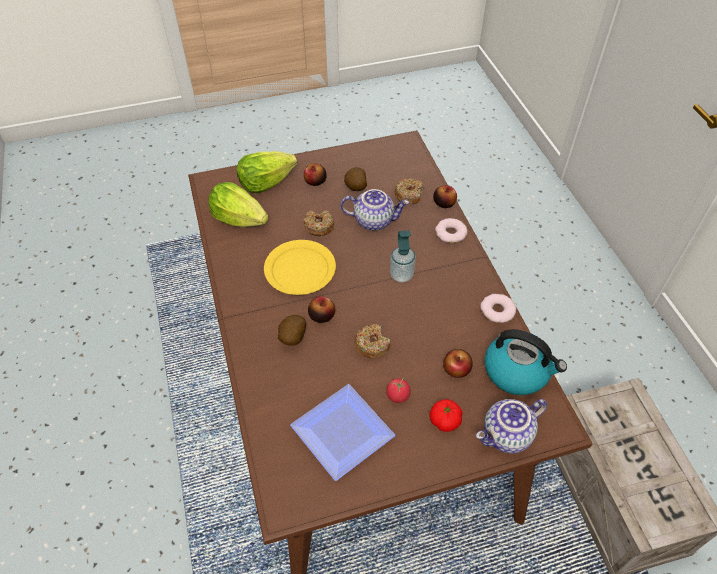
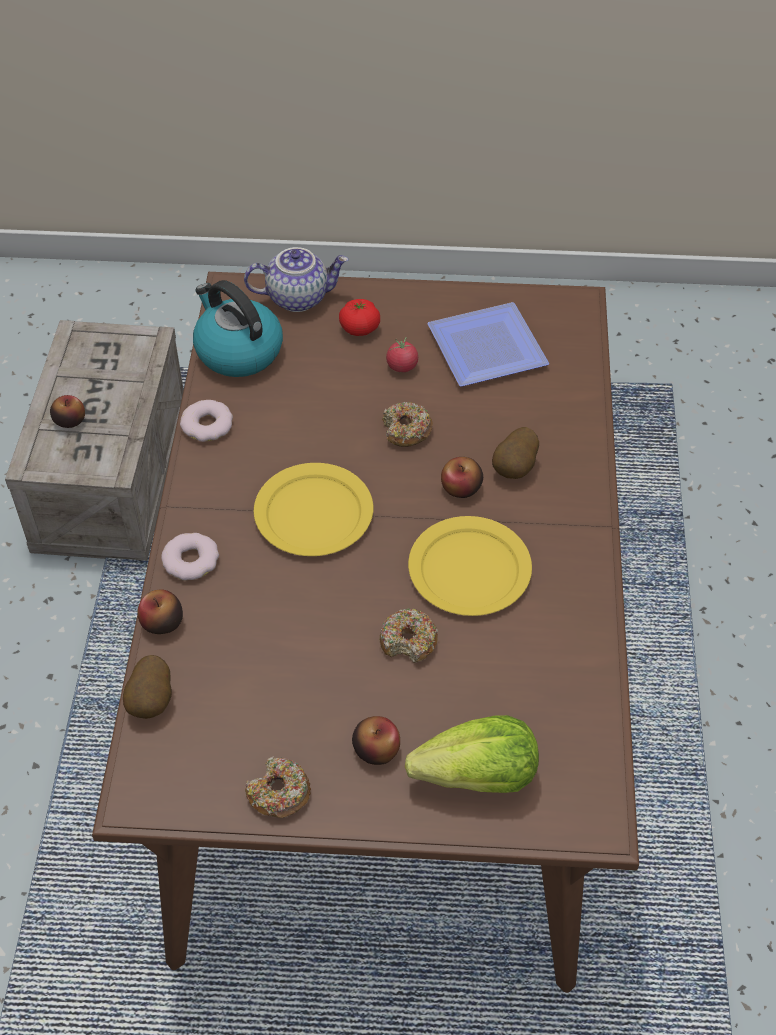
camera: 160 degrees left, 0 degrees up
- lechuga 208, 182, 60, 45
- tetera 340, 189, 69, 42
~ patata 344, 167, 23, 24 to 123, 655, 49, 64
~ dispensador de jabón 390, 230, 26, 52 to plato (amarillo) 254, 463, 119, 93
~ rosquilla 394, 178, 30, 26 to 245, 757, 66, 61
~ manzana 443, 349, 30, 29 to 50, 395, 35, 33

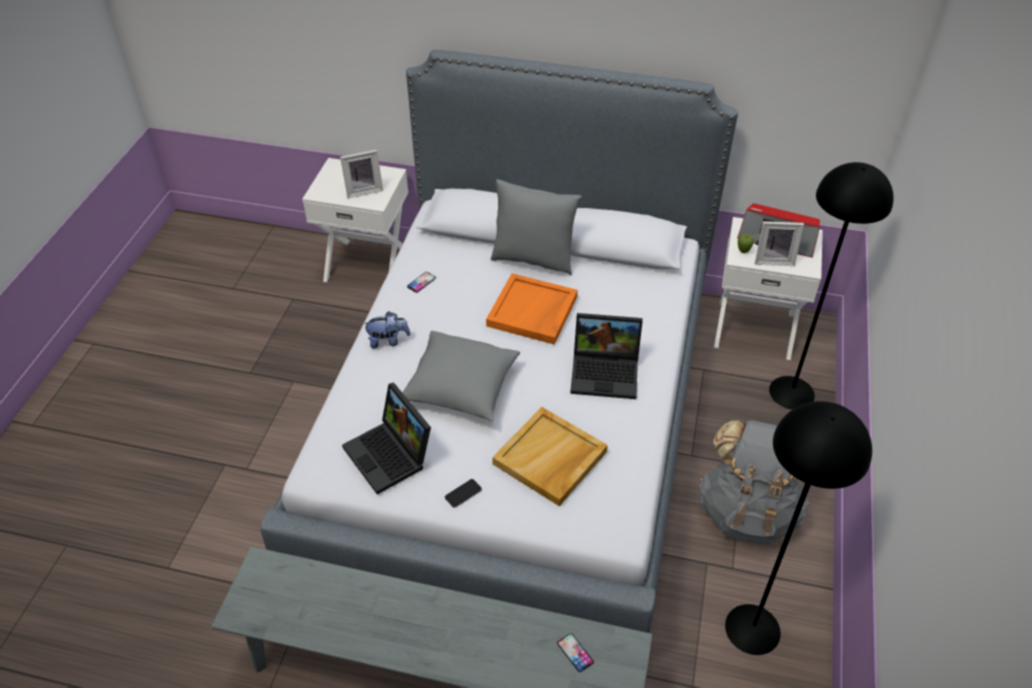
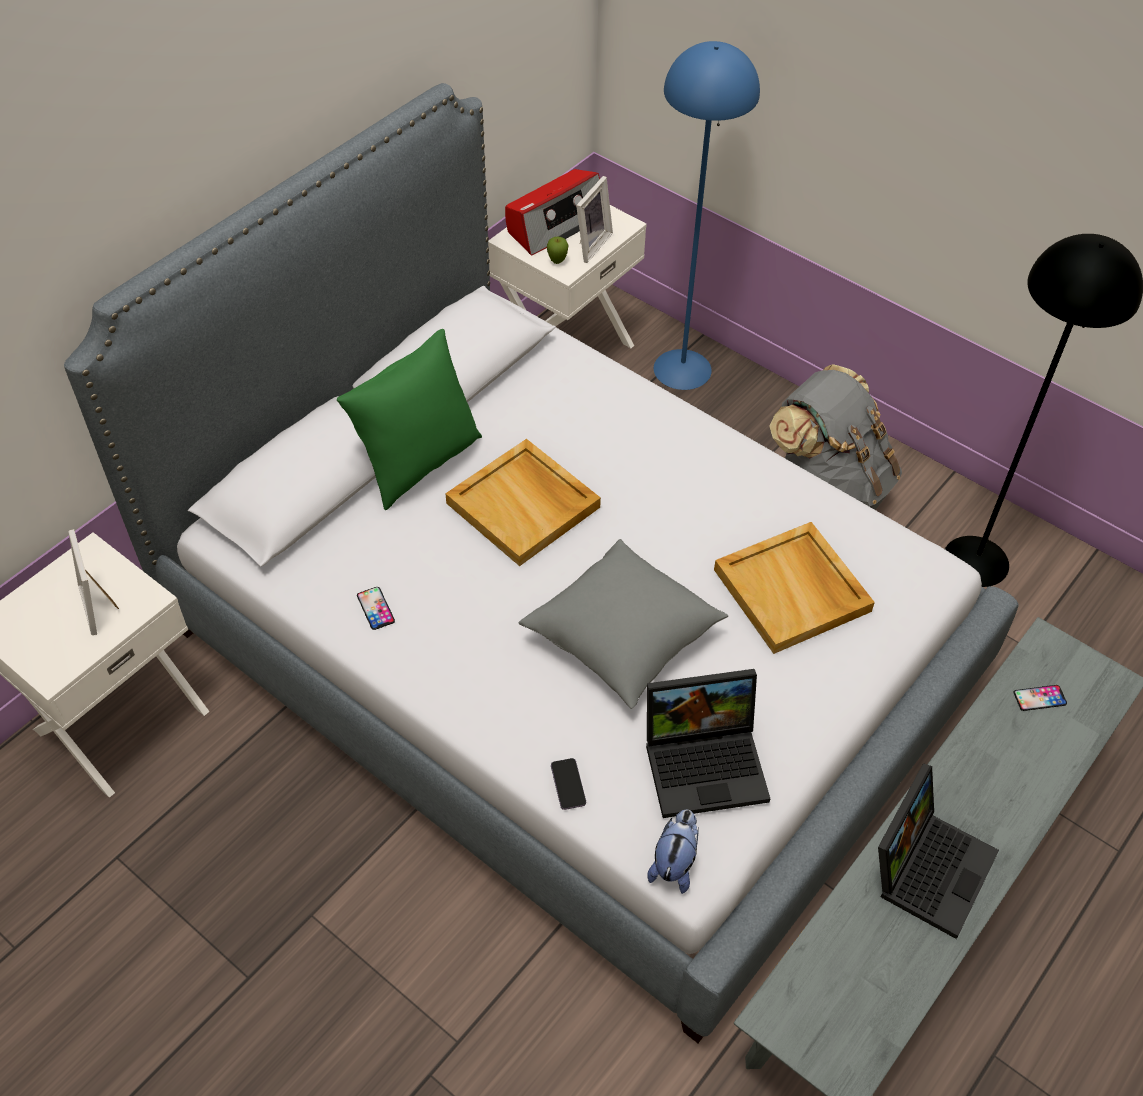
camera: 65 degrees left, 5 degrees up
~ portarretratos 340, 150, 43, 48 = 68, 529, 51, 106 150 degrees clockwise
~ peluche 362, 311, 48, 38 to 647, 809, 52, 85
~ móvil 445, 479, 37, 29 to 551, 758, 35, 52
~ bandeja (naranja) 486, 273, 92, 72 to bandeja (beis) 445, 439, 156, 127
~ cojín (gris) 491, 179, 91, 97 to cojín (verde) 337, 329, 145, 181
~ portátil 570, 313, 73, 86 to 878, 763, 121, 176
~ lámpara de pie (negro) 769, 162, 125, 248 to lámpara de pie (azul) 654, 41, 106, 349

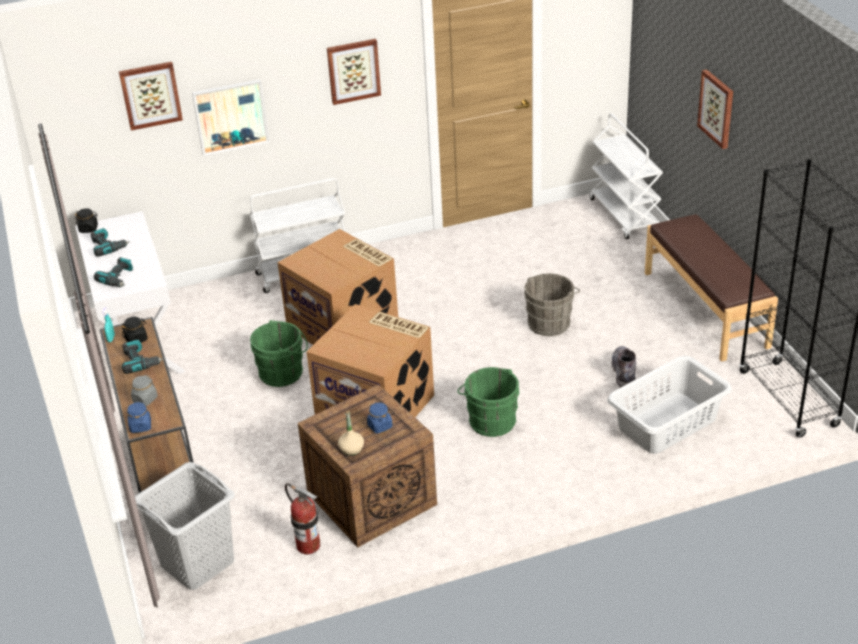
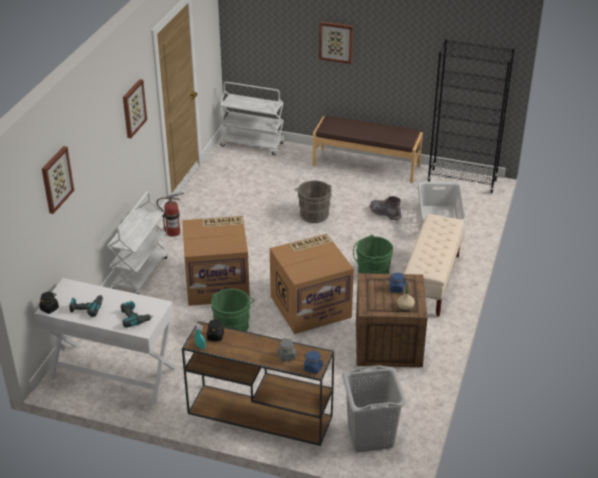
camera: 55 degrees left, 0 degrees up
- taladro 122, 340, 41, 34
- cuadro 192, 79, 78, 77
~ extintor 285, 483, 35, 72 to 156, 192, 28, 45
+ banco (beis) 404, 214, 60, 102

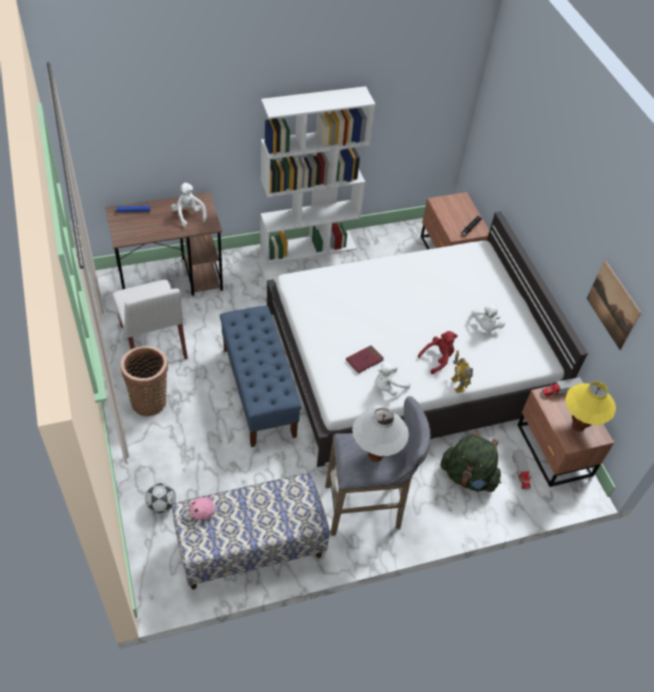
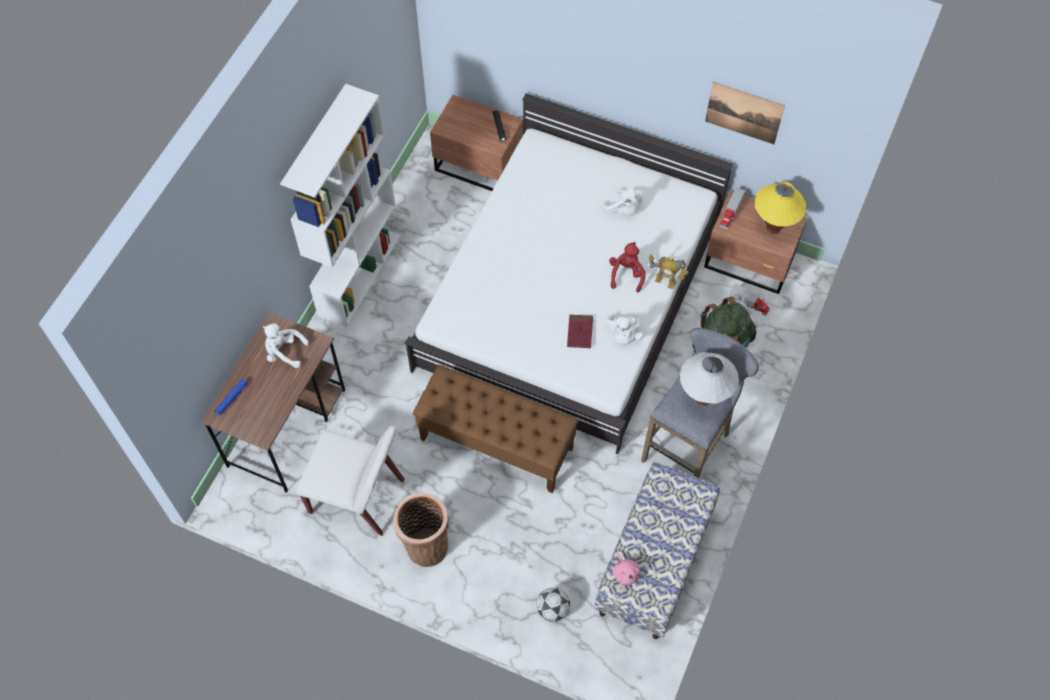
camera: 45 degrees left, 10 degrees up
~ banco (azul) 220, 306, 82, 141 to banco (marrón) 413, 365, 166, 128

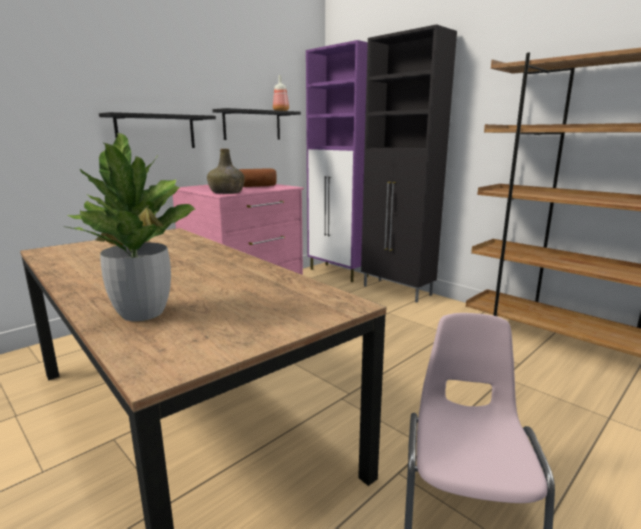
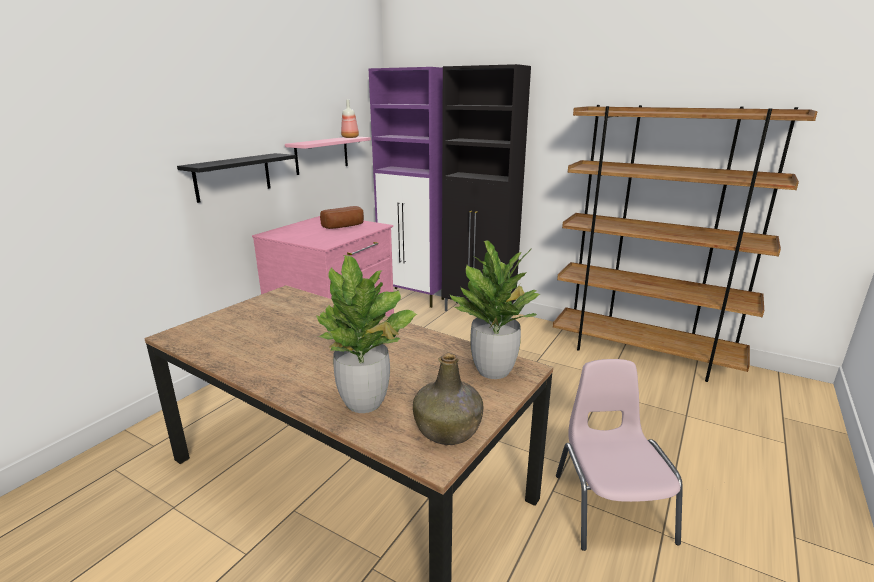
camera: 15 degrees left, 5 degrees up
~ botella (verde) 207, 149, 38, 45 to 413, 353, 70, 92
~ estante (negro) 213, 108, 88, 32 to estante (rosa) 285, 137, 86, 38
+ planta en maceta 450, 240, 91, 139

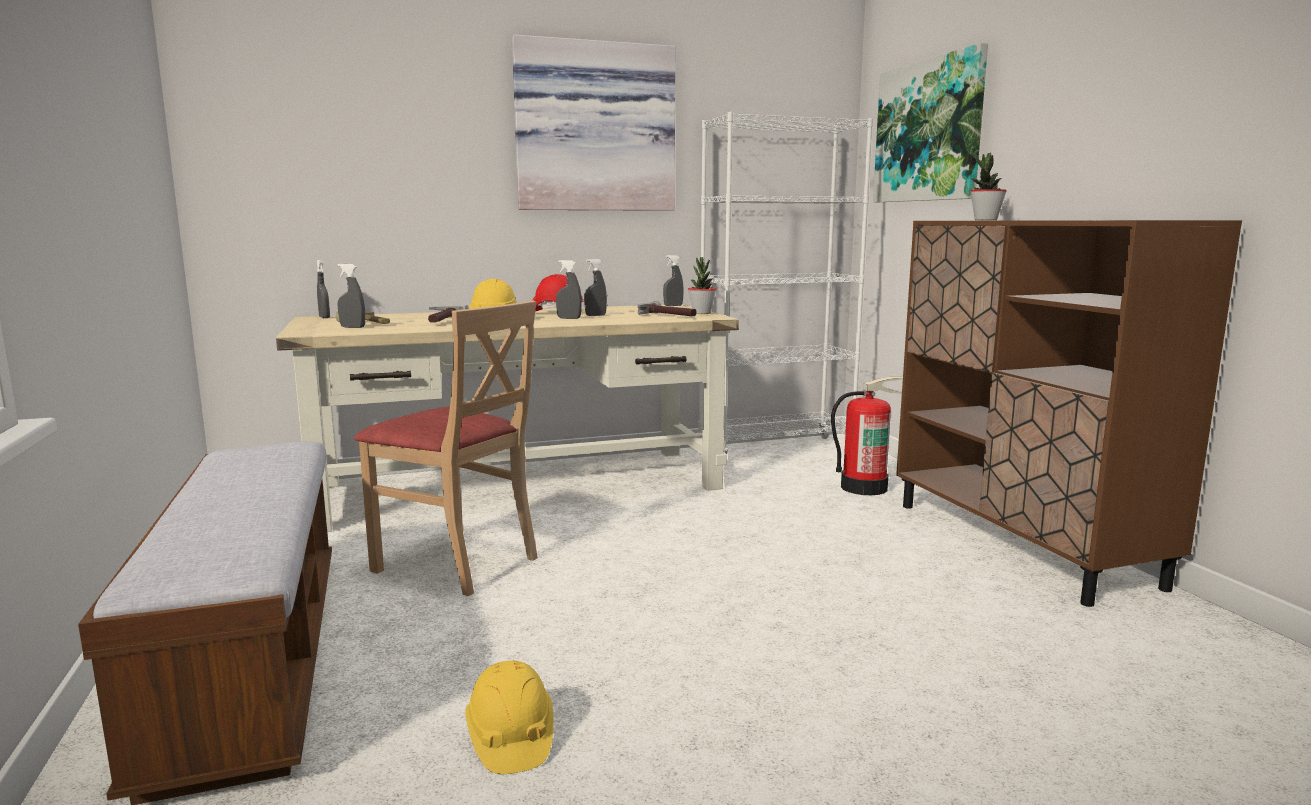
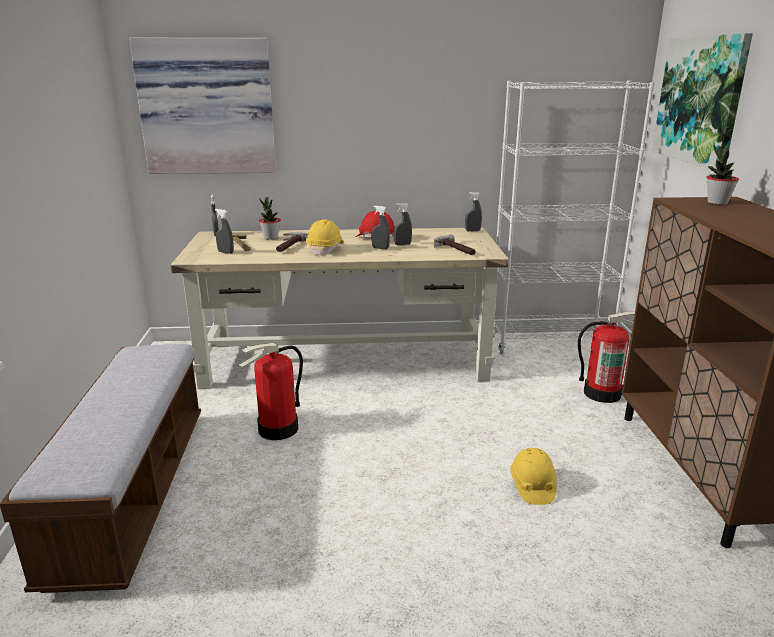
camera: 15 degrees right, 10 degrees up
~ silla (beis) 354, 301, 184, 295 to extintor 239, 343, 64, 97
~ casco (amarillo) 465, 660, 89, 114 to 510, 448, 47, 57
~ cuadro 512, 35, 163, 176 to 129, 38, 147, 136
~ planta en maceta 688, 257, 29, 57 to 259, 197, 22, 43

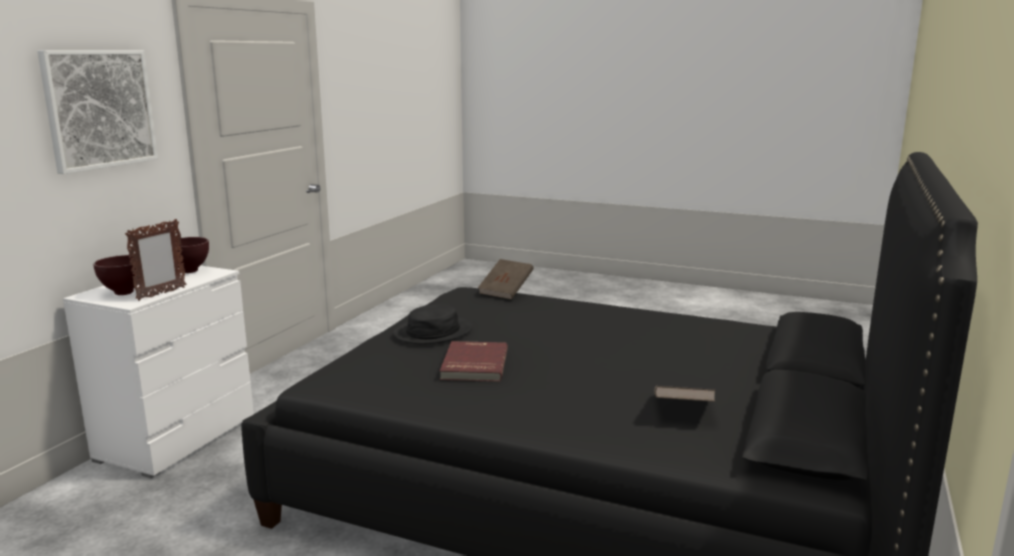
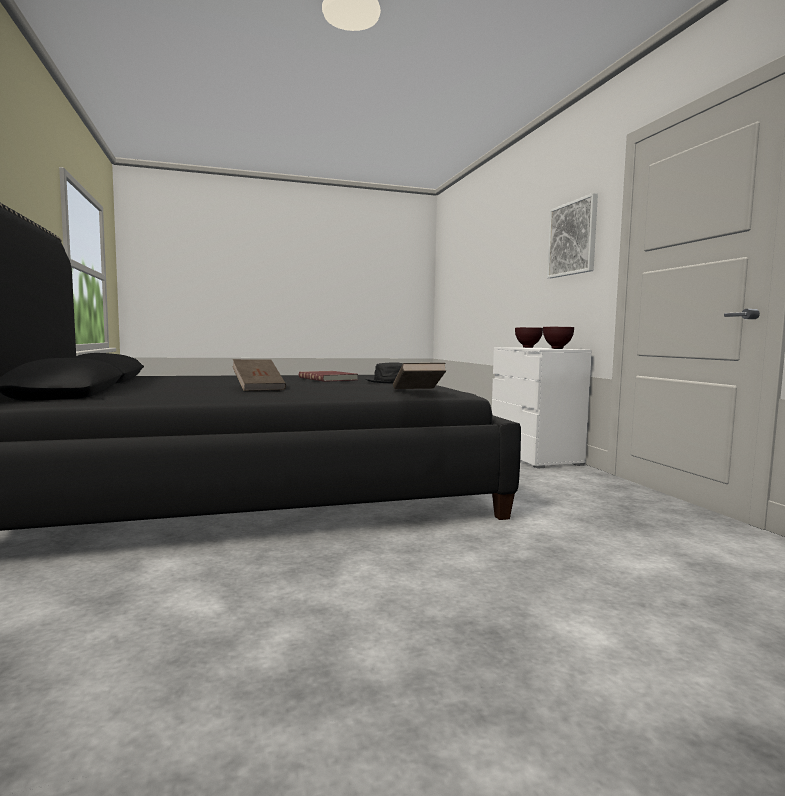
camera: 140 degrees right, 10 degrees down
- portarretratos 125, 219, 61, 82
~ libro (marrón) 654, 386, 62, 16 to 232, 359, 54, 32

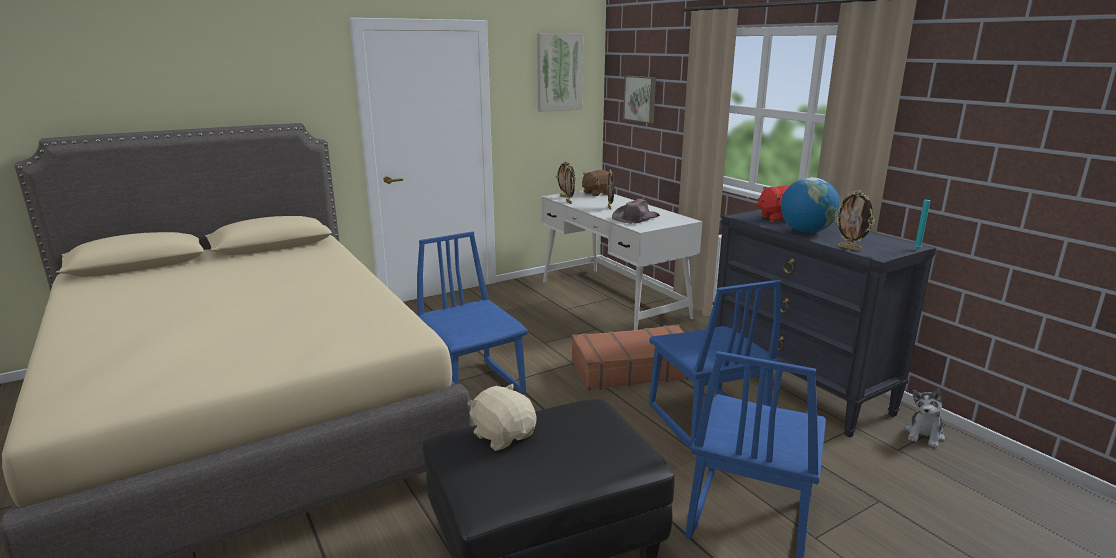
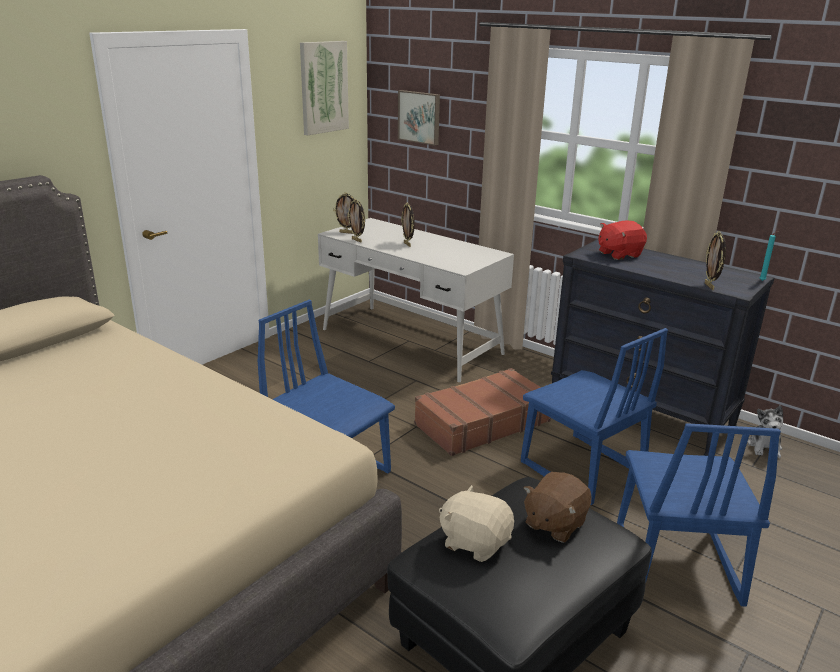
camera: 20 degrees left, 5 degrees up
~ peluche (marrón) 582, 170, 27, 26 to 524, 472, 68, 71
- sombrero (marrón) 612, 199, 48, 24
- globo terráqueo 781, 177, 59, 56
~ portarretratos 835, 190, 40, 61 = 705, 231, 21, 59 60 degrees clockwise

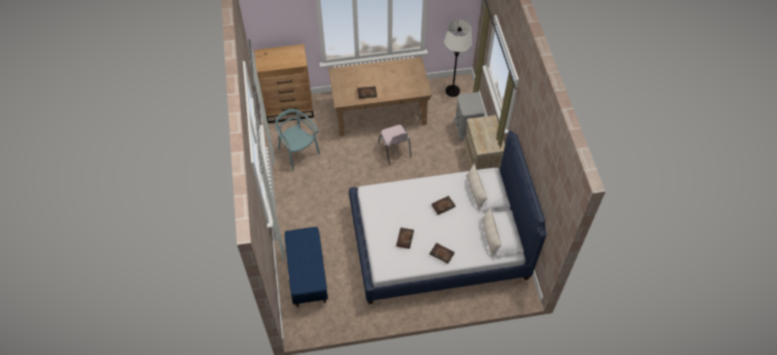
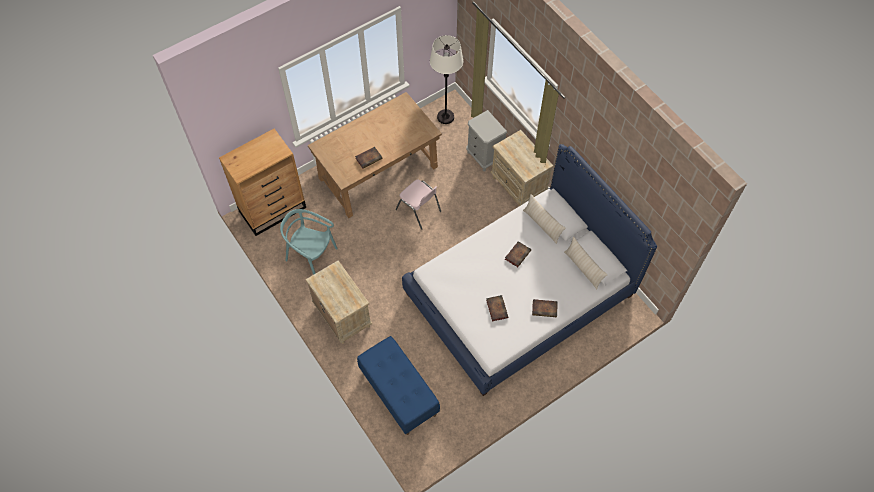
camera: 25 degrees left, 5 degrees up
+ mesita de noche (beis) 306, 261, 67, 83

